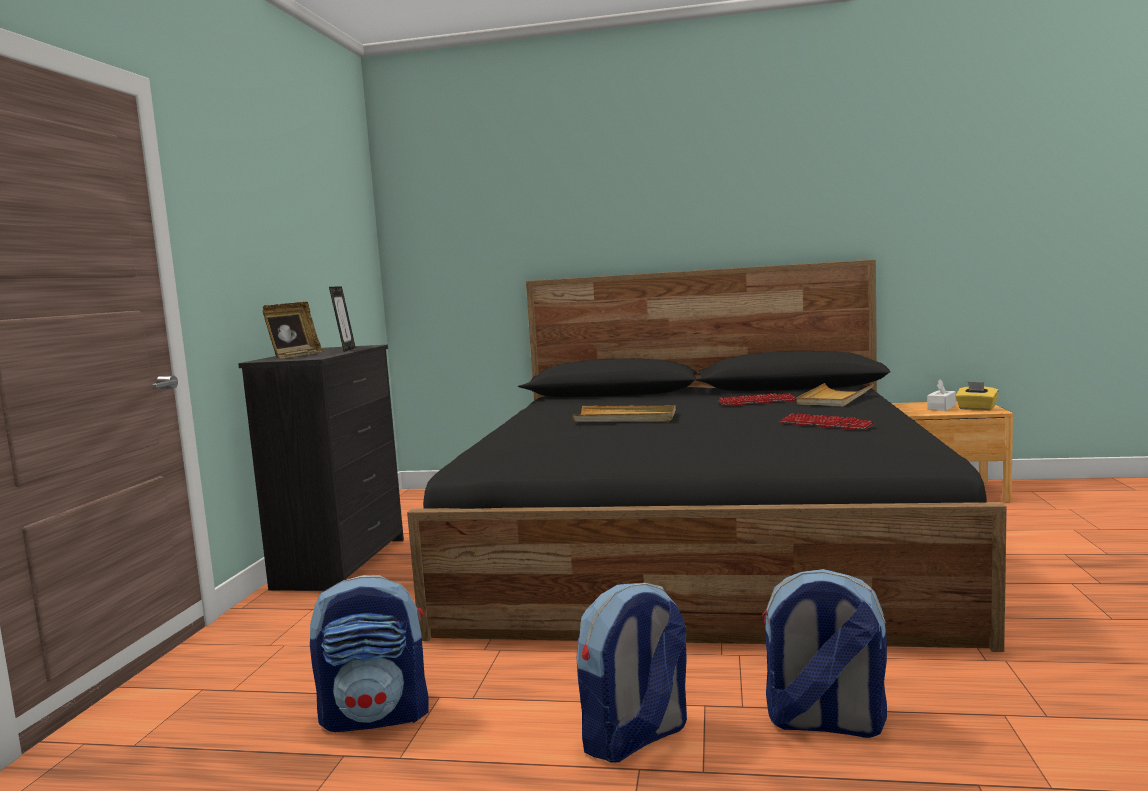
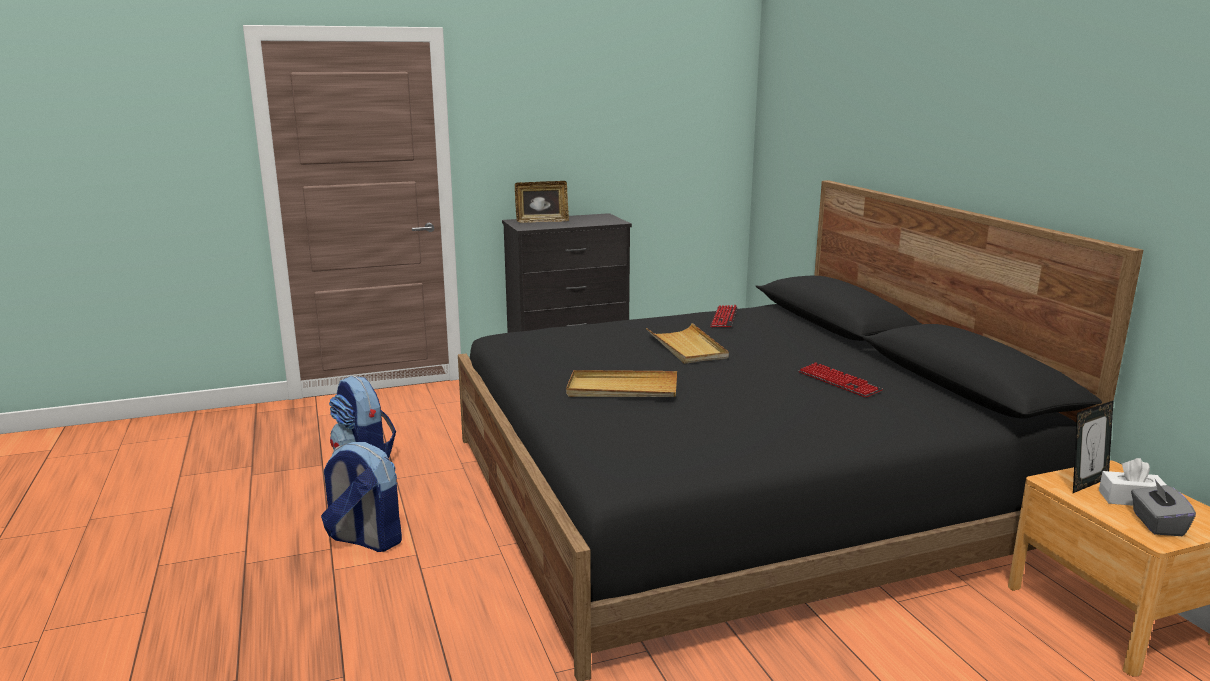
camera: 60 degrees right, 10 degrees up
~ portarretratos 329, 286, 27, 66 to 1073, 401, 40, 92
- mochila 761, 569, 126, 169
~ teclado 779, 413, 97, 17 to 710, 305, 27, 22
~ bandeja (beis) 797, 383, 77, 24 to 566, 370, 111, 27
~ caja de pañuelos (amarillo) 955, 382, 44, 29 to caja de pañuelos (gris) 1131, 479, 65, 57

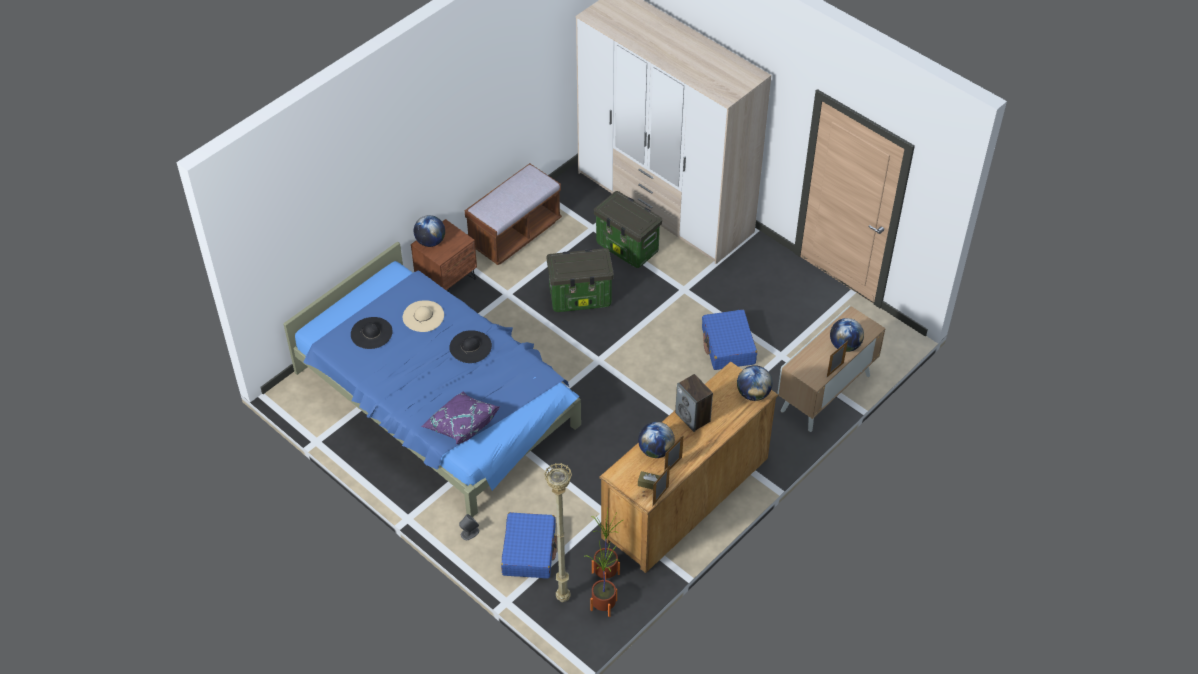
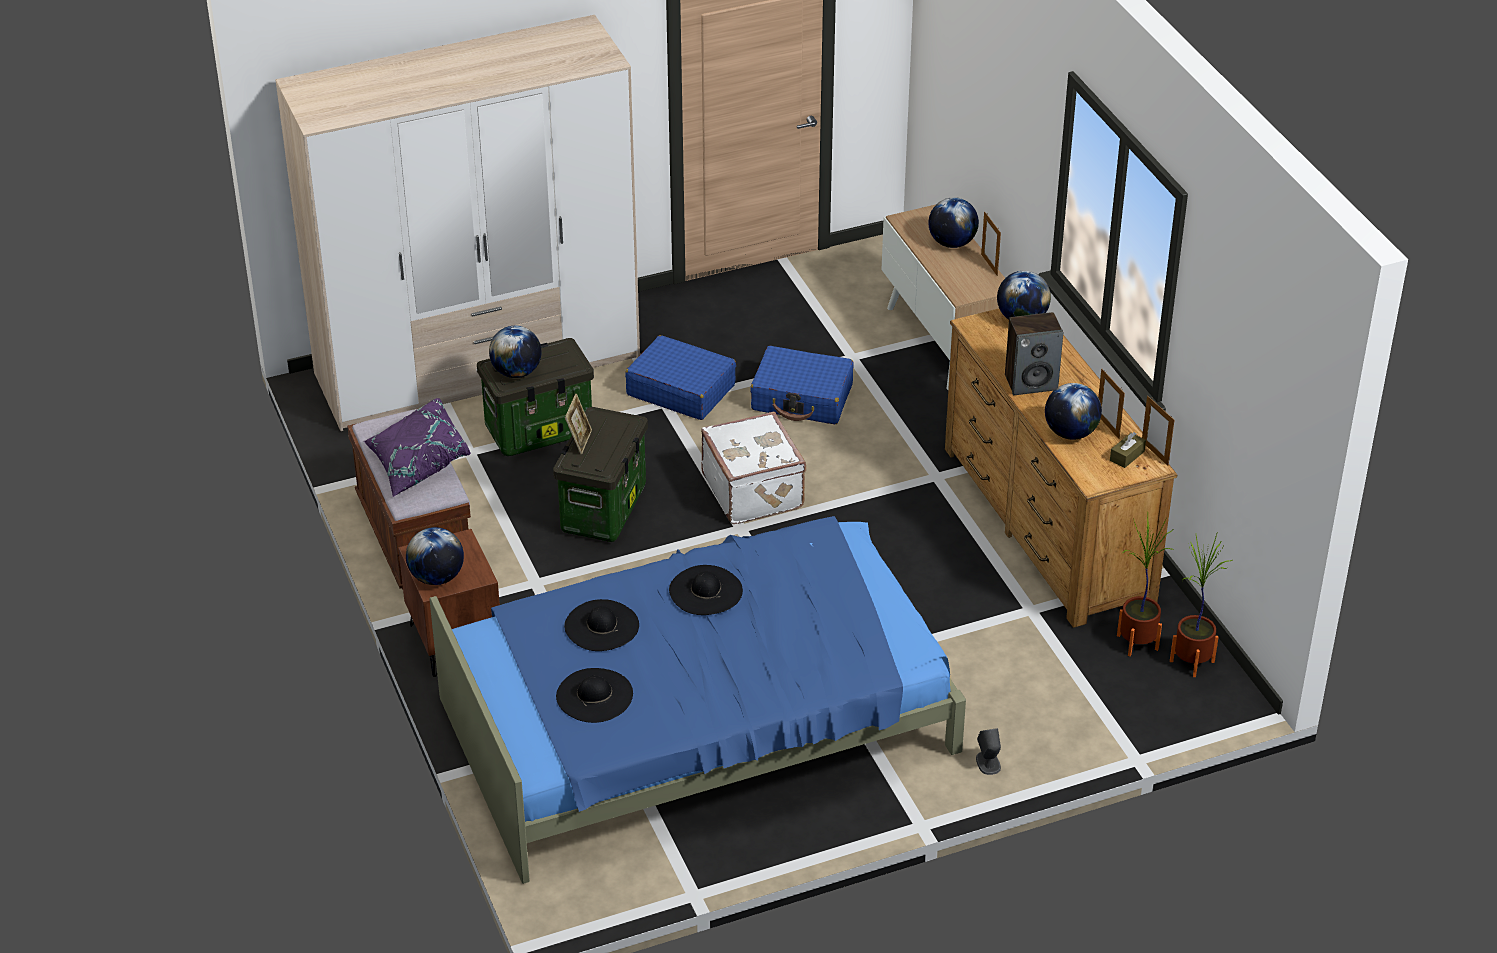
camera: 65 degrees left, 10 degrees down
~ sombrero (beis) 403, 300, 41, 32 to sombrero (negro) 564, 599, 75, 52
~ cojín (morado) 421, 391, 79, 53 to 364, 398, 107, 99
~ maleta (azul) 501, 512, 56, 67 to 625, 335, 111, 85
- lámpara de pie (beis) 544, 464, 28, 138
+ globo terráqueo 489, 326, 53, 52
+ portarretratos 565, 394, 27, 60
+ maleta (blanco) 701, 412, 105, 112

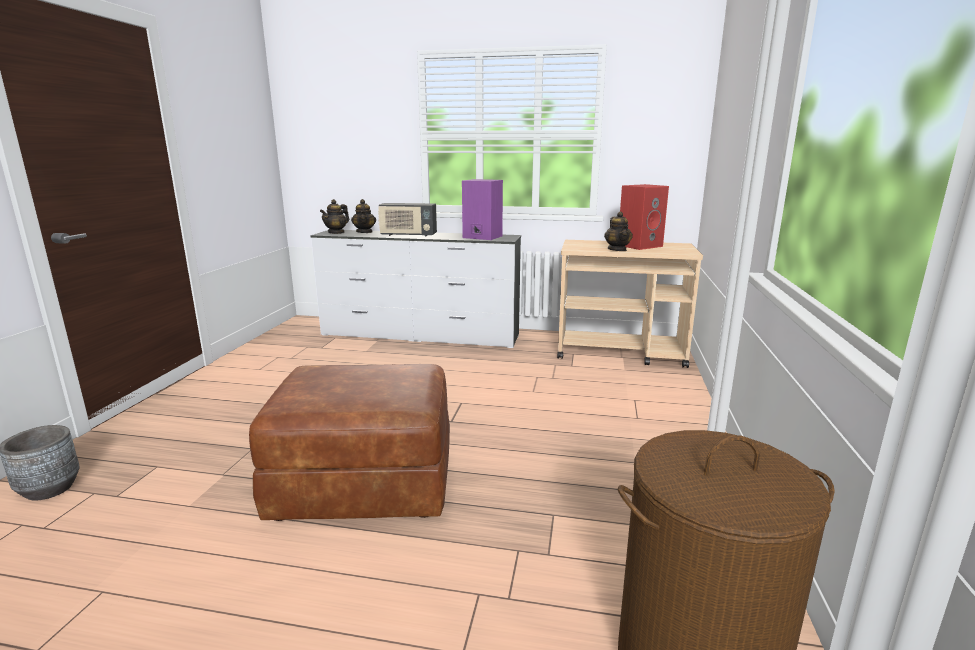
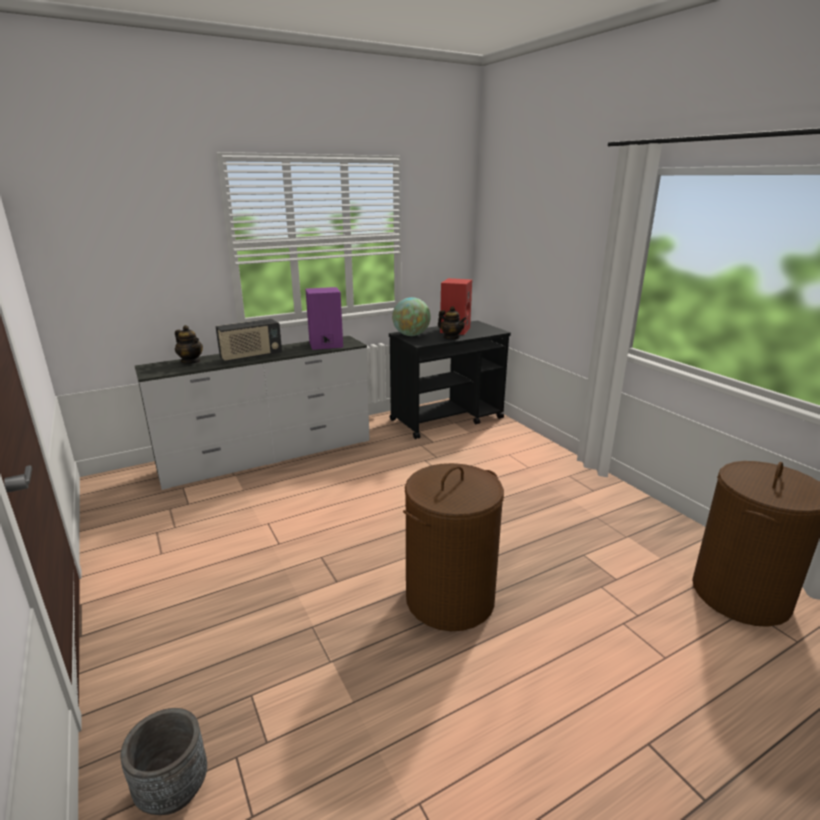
camera: 40 degrees left, 5 degrees up
~ puf (marrón) 249, 364, 201, 157 to cesto de la ropa (marrón) 403, 463, 101, 168
- tetera 320, 199, 29, 35
~ carrito (beis) 557, 240, 146, 128 to carrito (negro) 389, 321, 122, 118
+ globo terráqueo 392, 297, 39, 39

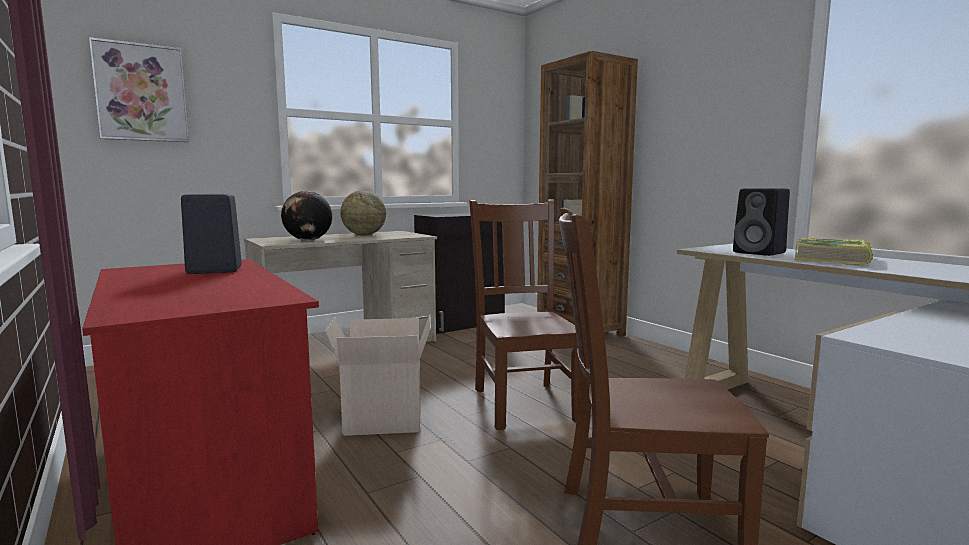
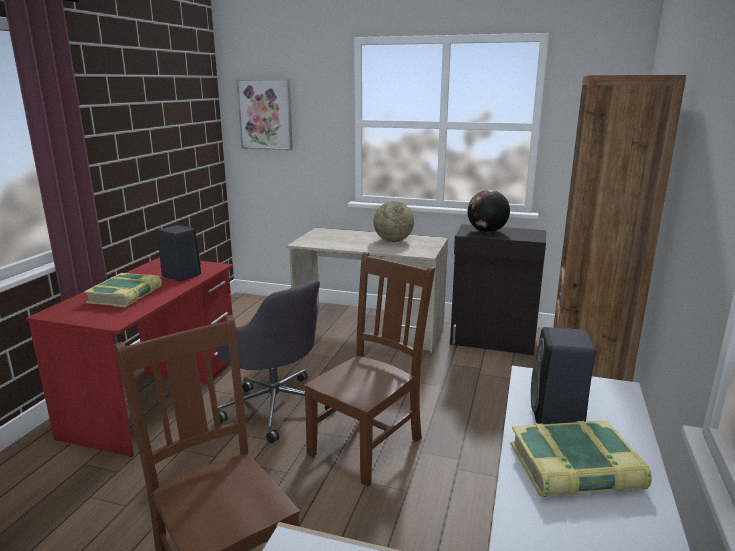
camera: 50 degrees right, 10 degrees up
~ globo terráqueo 281, 191, 51, 50 to 468, 190, 42, 43
~ caja de cartón 325, 314, 106, 122 to silla de oficina (gris) 216, 280, 114, 163
+ libro 84, 273, 78, 35

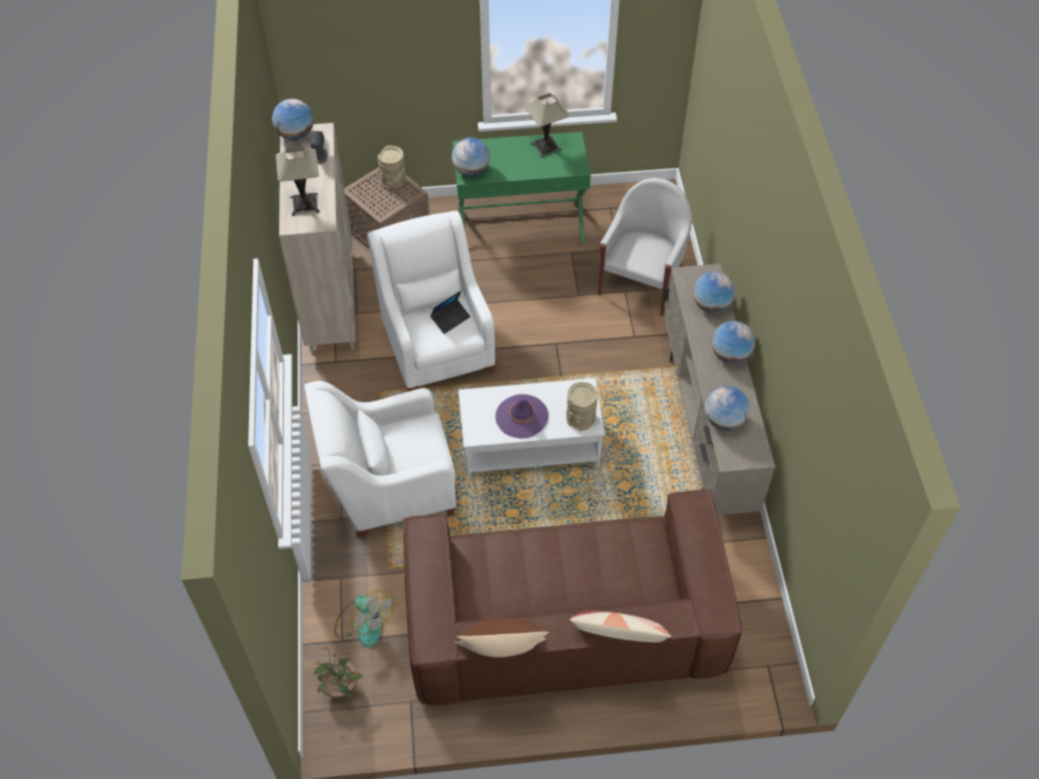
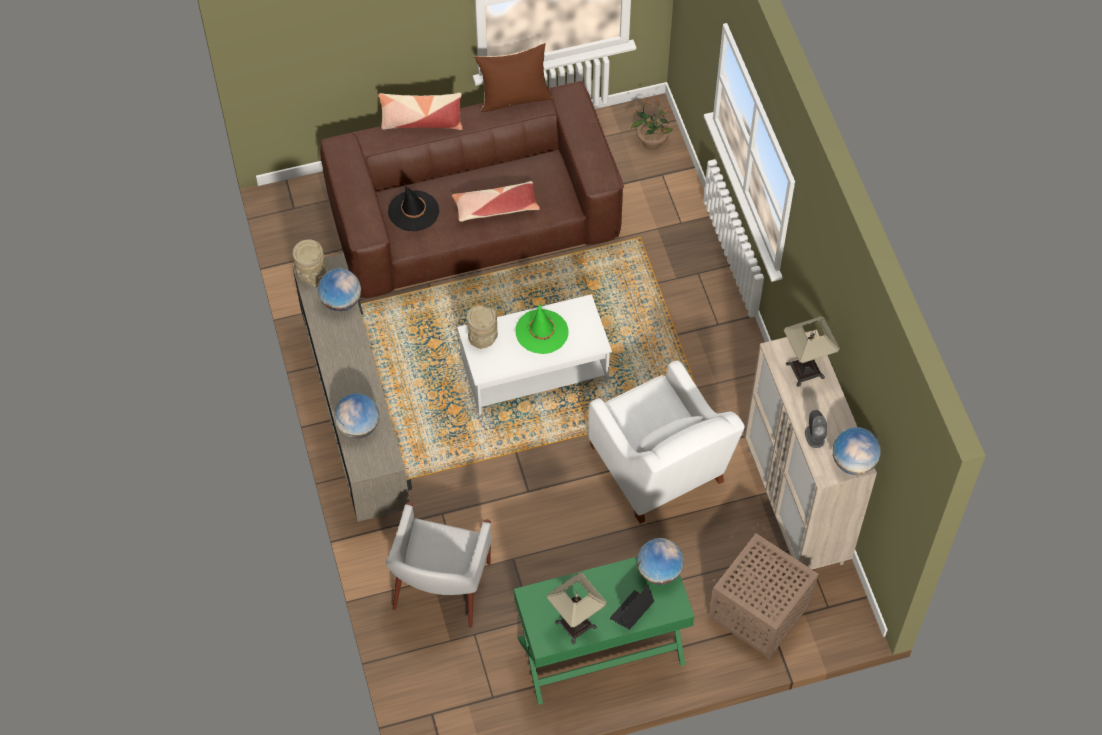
camera: 170 degrees right, 5 degrees up
- sillón (blanco) 304, 381, 152, 157
- ventilador 335, 590, 59, 57
~ florero (beis) 378, 145, 28, 44 to 293, 239, 34, 48
~ portátil 430, 291, 41, 43 to 610, 585, 44, 45
~ sombrero (morado) 495, 394, 53, 44 to sombrero (verde) 515, 303, 54, 51
- globo terráqueo 712, 321, 43, 43
+ sombrero (negro) 388, 185, 51, 46
+ cojín 452, 181, 88, 41

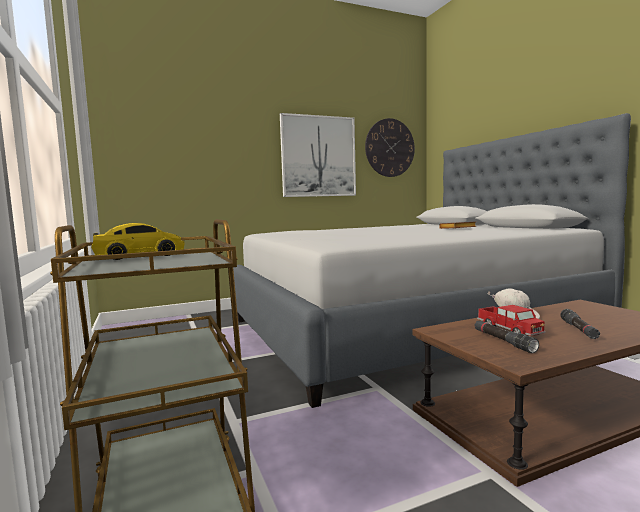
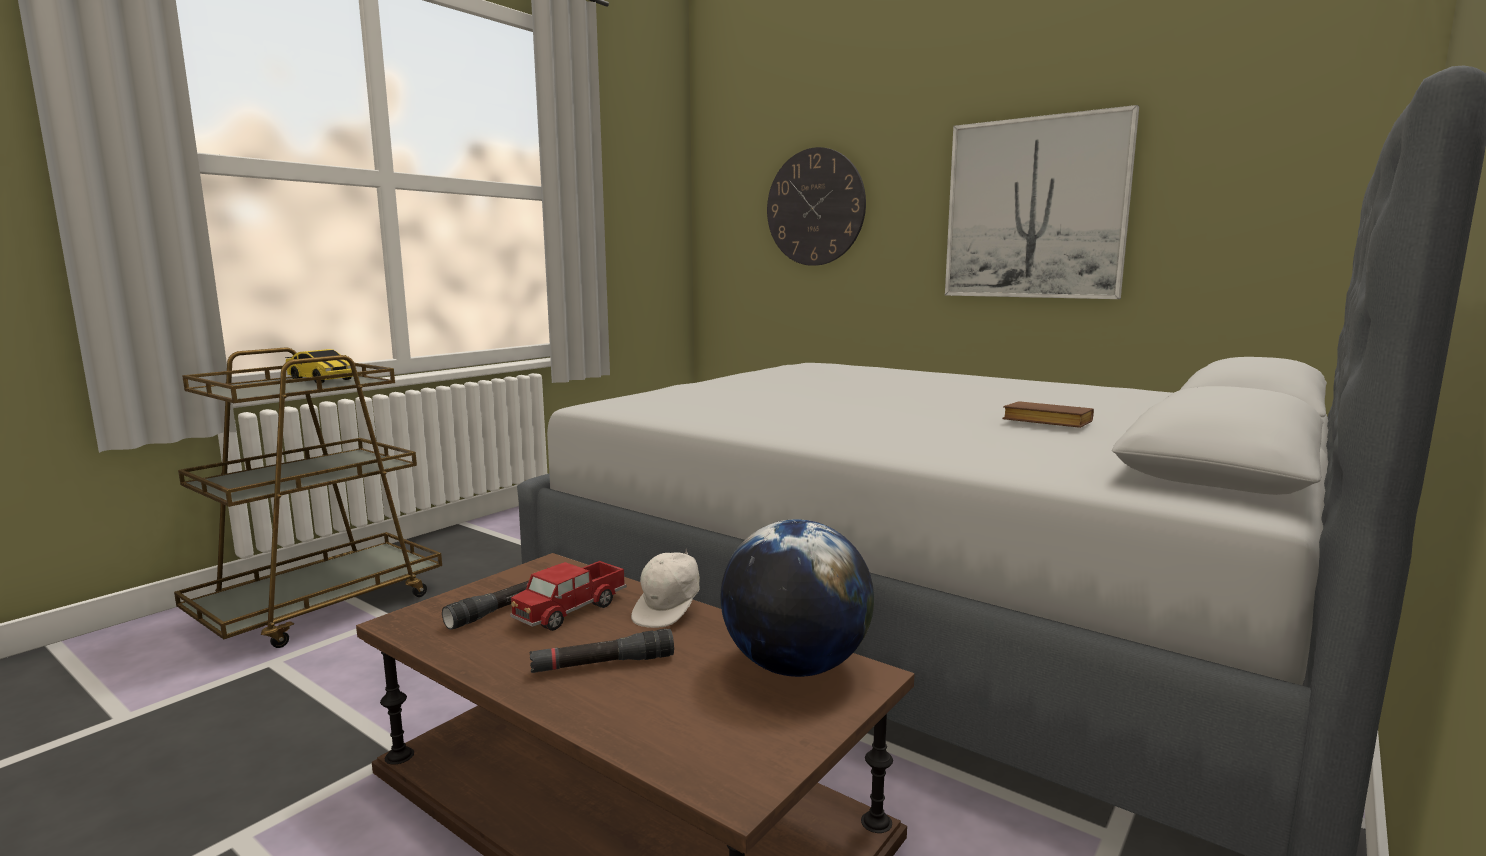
camera: 60 degrees right, 5 degrees up
~ reloj de pared 365, 118, 50, 59 to 767, 147, 99, 119
+ globo terráqueo 720, 519, 154, 158

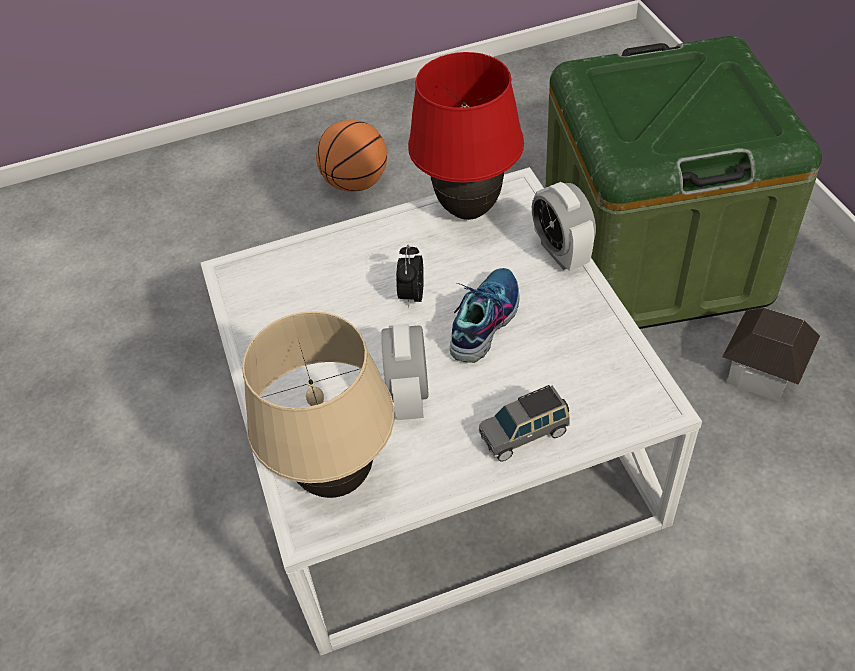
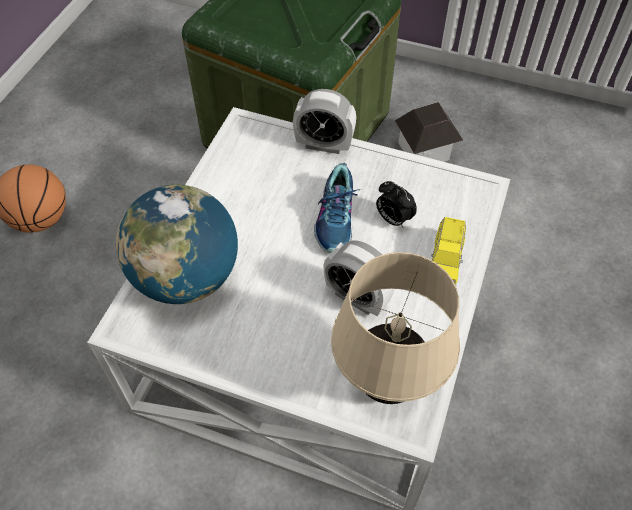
camera: 55 degrees left, 5 degrees up
~ despertador 396, 245, 28, 63 to 376, 181, 41, 47
- lámpara de mesa (rojo) 408, 52, 116, 168
~ zapato 450, 268, 70, 95 = 314, 163, 47, 89 150 degrees counterclockwise
~ coche de juguete (gris) 479, 385, 91, 76 to coche de juguete (amarillo) 431, 217, 35, 69
+ globo terráqueo 116, 185, 122, 119

